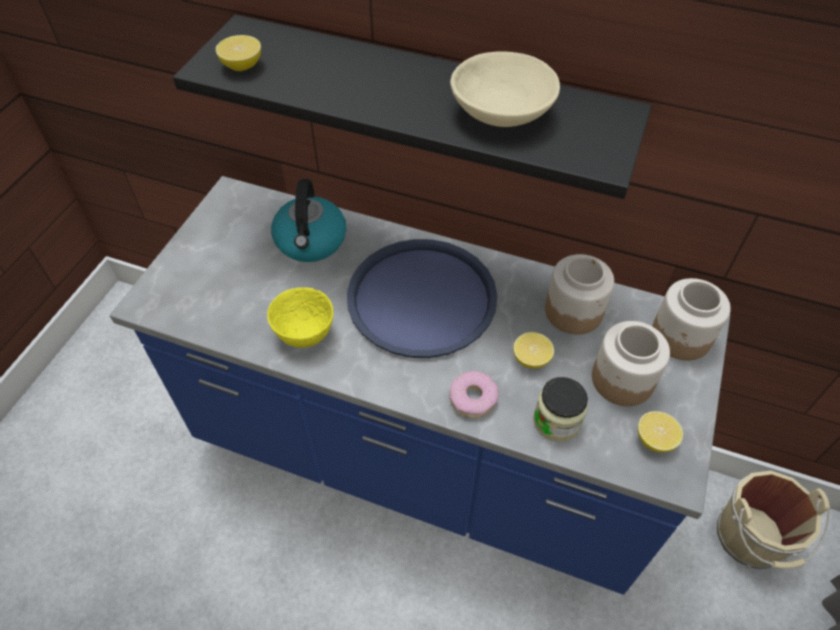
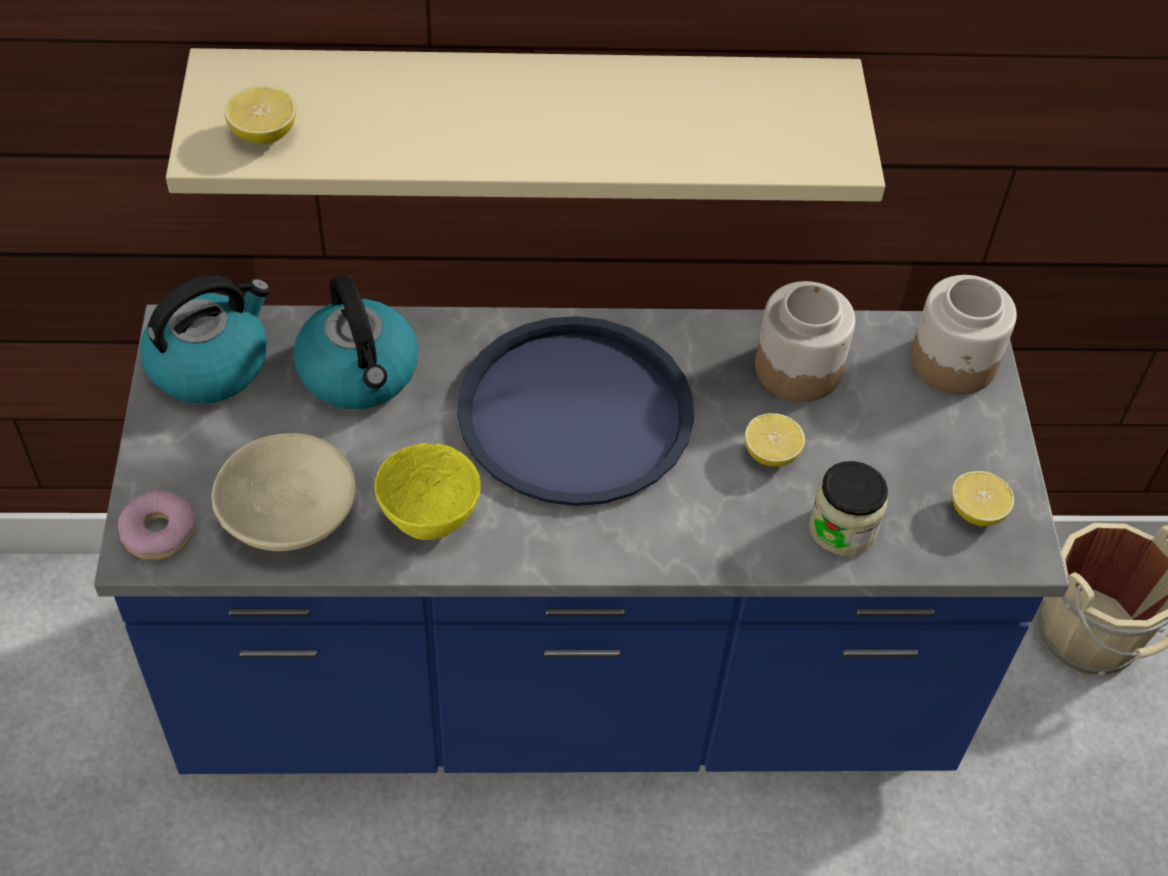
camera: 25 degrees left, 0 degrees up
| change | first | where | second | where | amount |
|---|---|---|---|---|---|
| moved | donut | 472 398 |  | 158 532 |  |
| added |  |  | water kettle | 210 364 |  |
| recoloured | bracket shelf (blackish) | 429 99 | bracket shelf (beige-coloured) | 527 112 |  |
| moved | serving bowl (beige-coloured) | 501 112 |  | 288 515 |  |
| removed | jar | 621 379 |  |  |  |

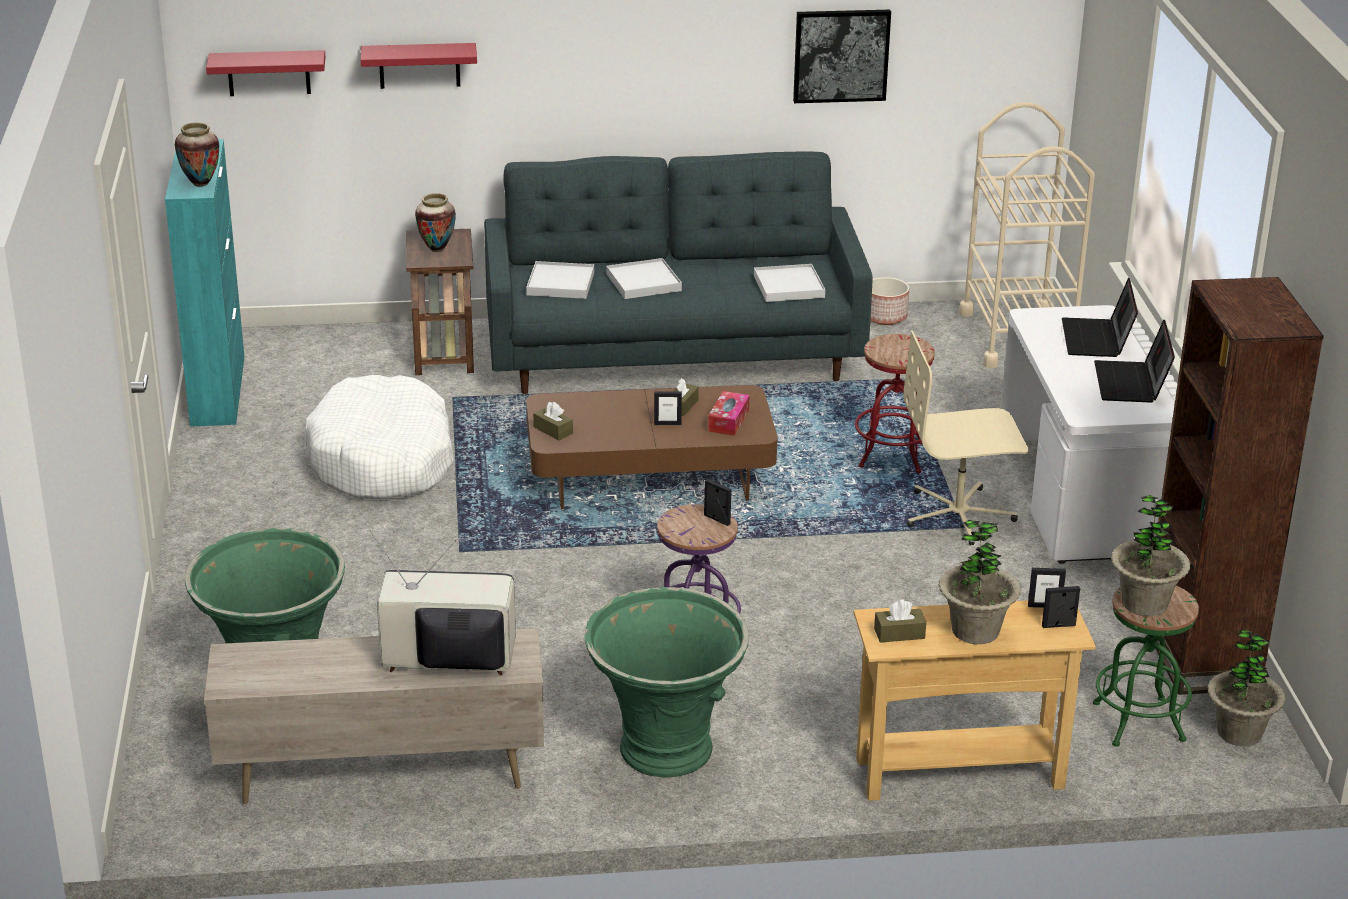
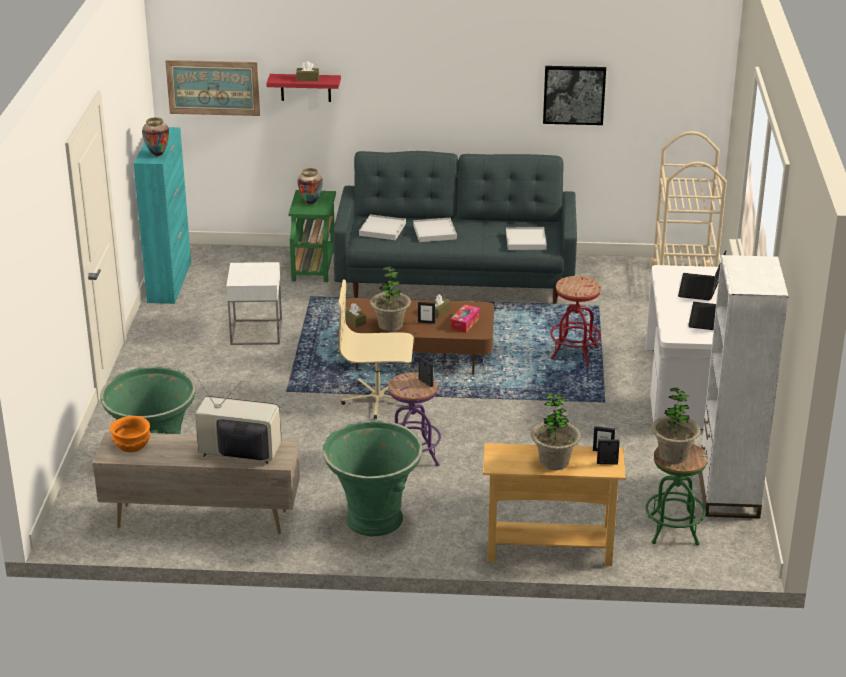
camera: 10 degrees right, 0 degrees up
| change | first | where | second | where | amount |
|---|---|---|---|---|---|
| added |  |  | serving bowl (orange-coloured) | 132 444 |  |
| replaced | bracket shelf (red-coloured) | 268 73 | picture | 213 87 |  |
| replaced | dog bed (white) | 382 460 | side table (white) | 256 332 |  |
| recoloured | side table (brownish) | 443 348 | side table (green) | 314 265 |  |
| moved | box of tissues (brownish) | 899 633 |  | 307 79 |  |
| moved | computer chair (beige-coloured) | 959 515 |  | 378 399 |  |
| moved | potted plant | 1239 733 |  | 390 325 |  |
| recoloured | bookcase (brownish) | 1200 656 | bookcase (white) | 728 494 |  |
| removed | plant pot | 885 316 |  |  |  |

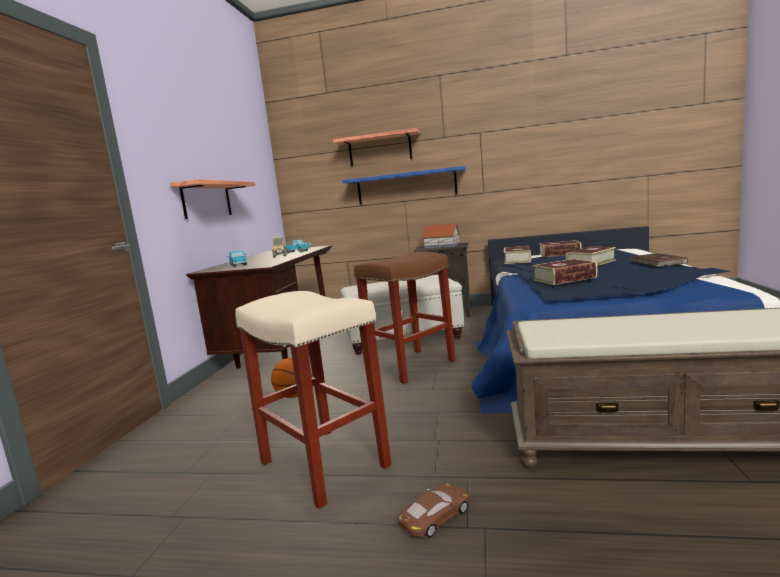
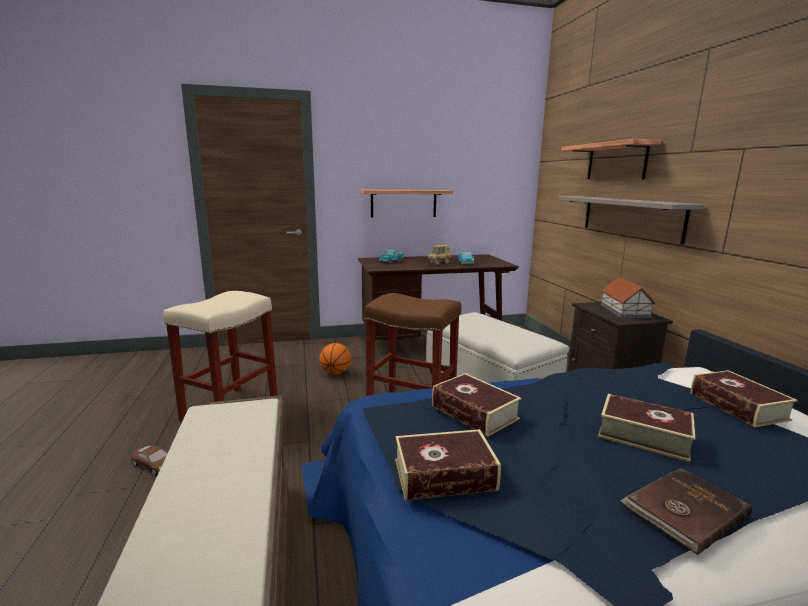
camera: 65 degrees right, 5 degrees up
| change | first | where | second | where | amount |
|---|---|---|---|---|---|
| moved | book | 517 260 |  | 444 475 |  |
| recoloured | bracket shelf (blue-coloured) | 406 186 | bracket shelf (grey) | 630 217 |  |

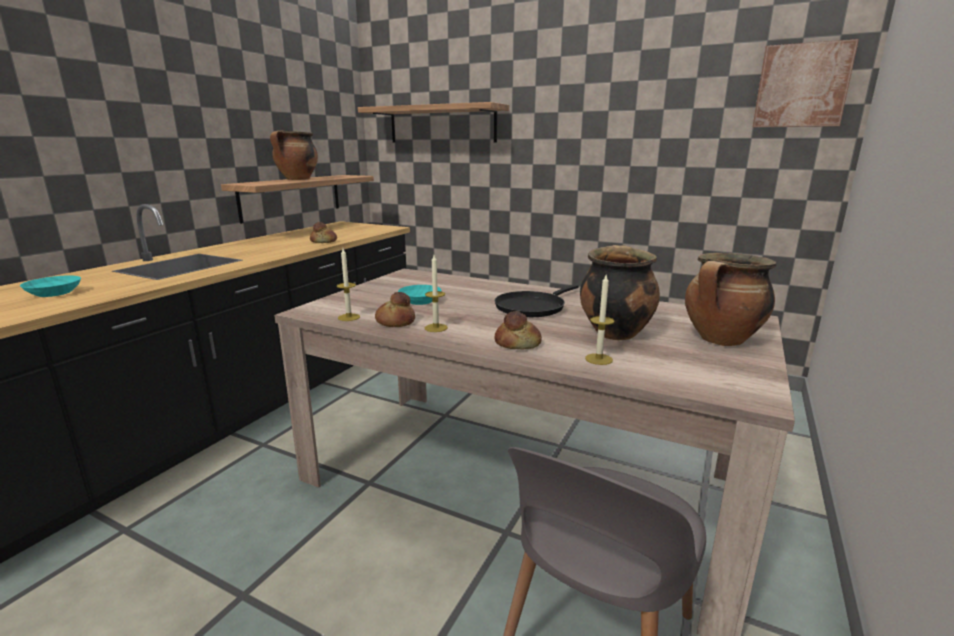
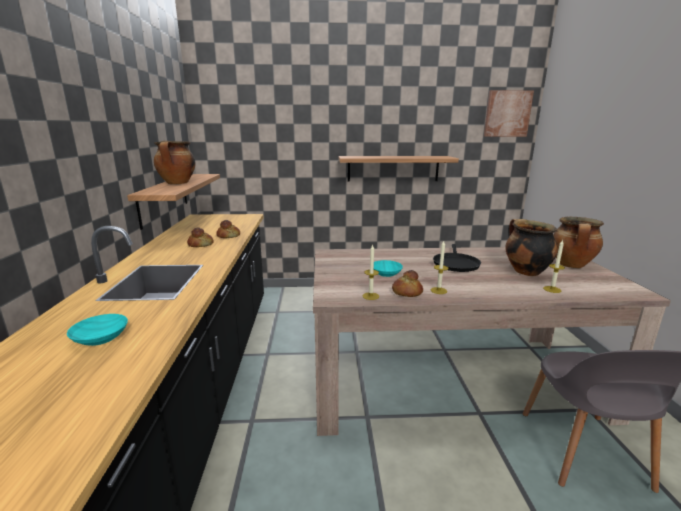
camera: 30 degrees left, 0 degrees up
| change | first | where | second | where | amount |
|---|---|---|---|---|---|
| moved | baked bread | 518 343 |  | 201 244 |  |
| moved | bracket shelf | 442 125 |  | 393 168 |  |

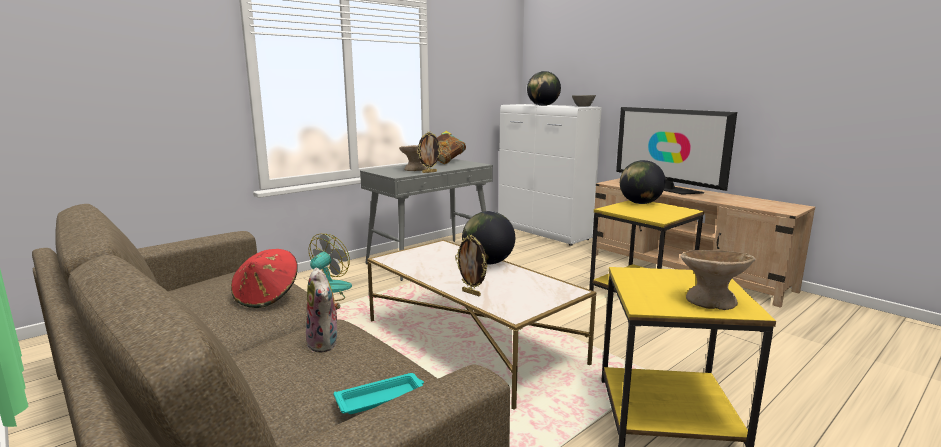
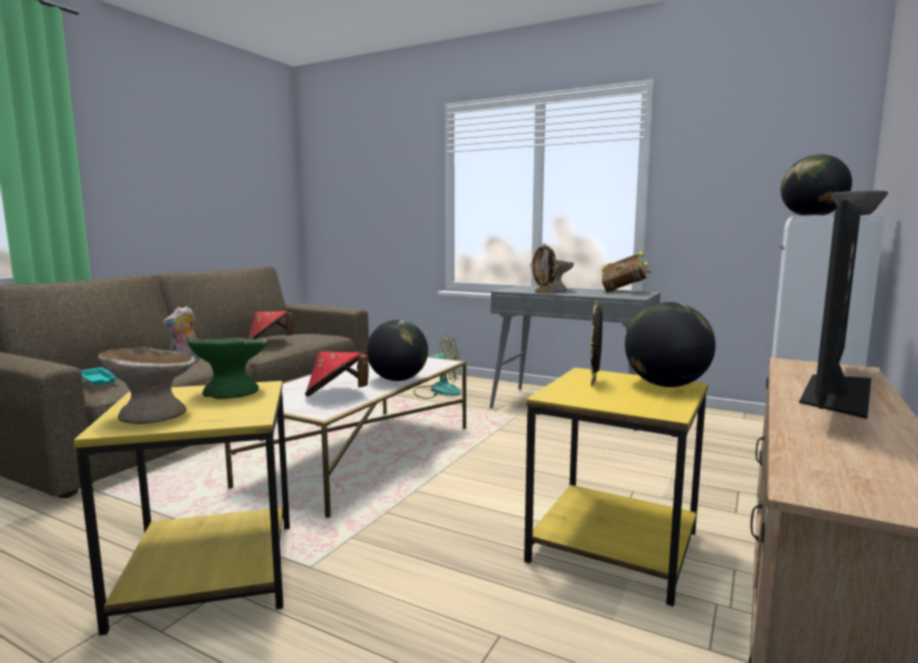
camera: 70 degrees right, 5 degrees down
| change | first | where | second | where | amount |
|---|---|---|---|---|---|
| added |  |  | serving bowl (green) | 231 392 |  |
| added |  |  | wearable hat (red-coloured) | 336 395 |  |
| moved | standing frame | 472 293 |  | 594 382 |  |

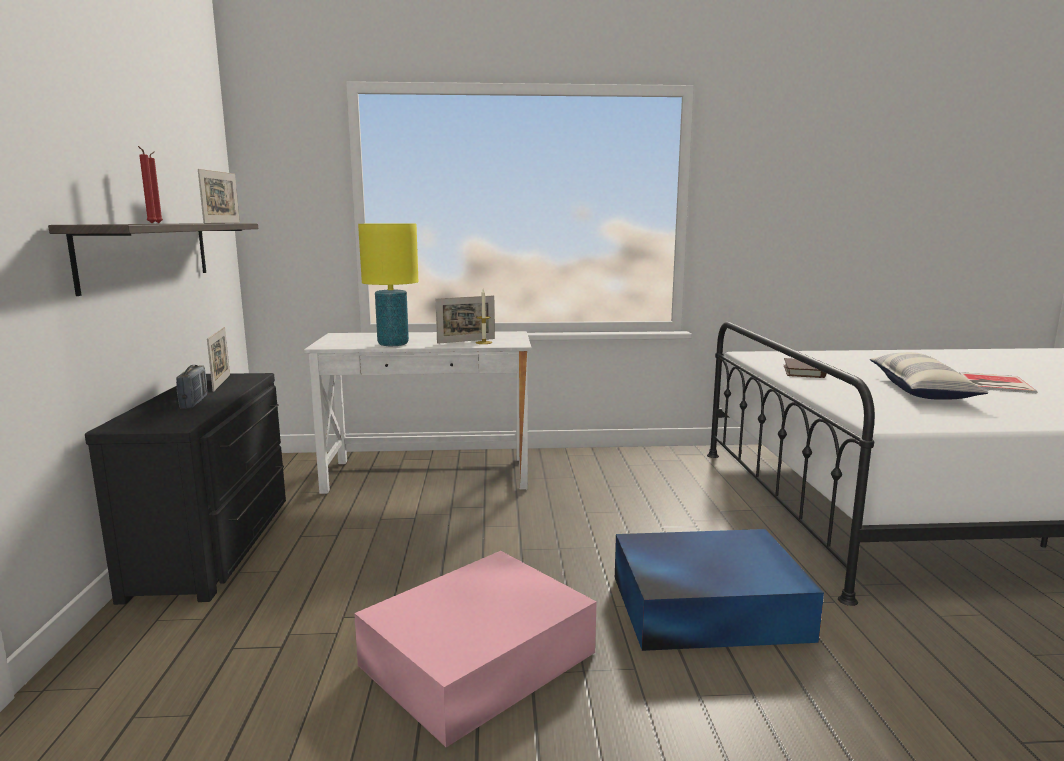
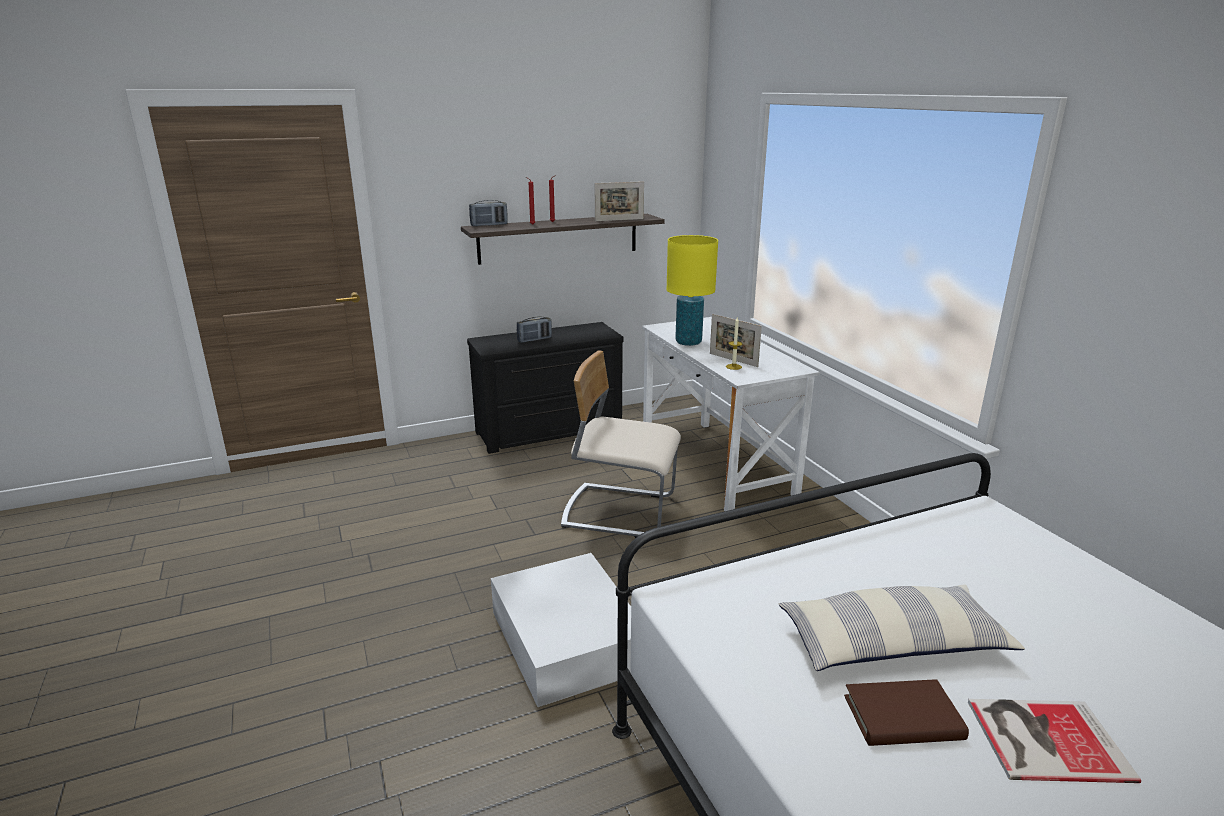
camera: 70 degrees right, 10 degrees up
| change | first | where | second | where | amount |
|---|---|---|---|---|---|
| added |  |  | radio | 489 225 |  |
| recoloured | storage box (blue-coloured) | 704 606 | storage box (white) | 567 638 |  |
| added |  |  | chair (beige-coloured) | 619 511 |  |
| moved | book (brownish) | 803 371 |  | 903 718 |  |
| removed | standing frame | 221 383 |  |  |  |
| removed | storage box (pink-coloured) | 481 658 |  |  |  |

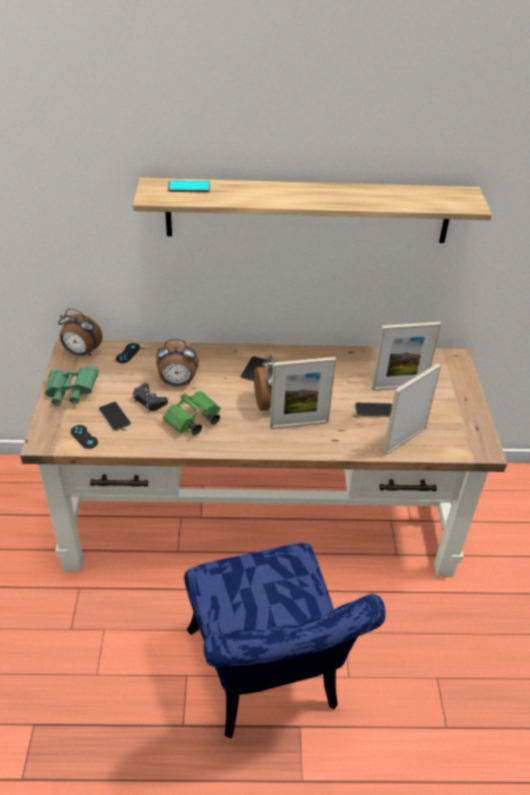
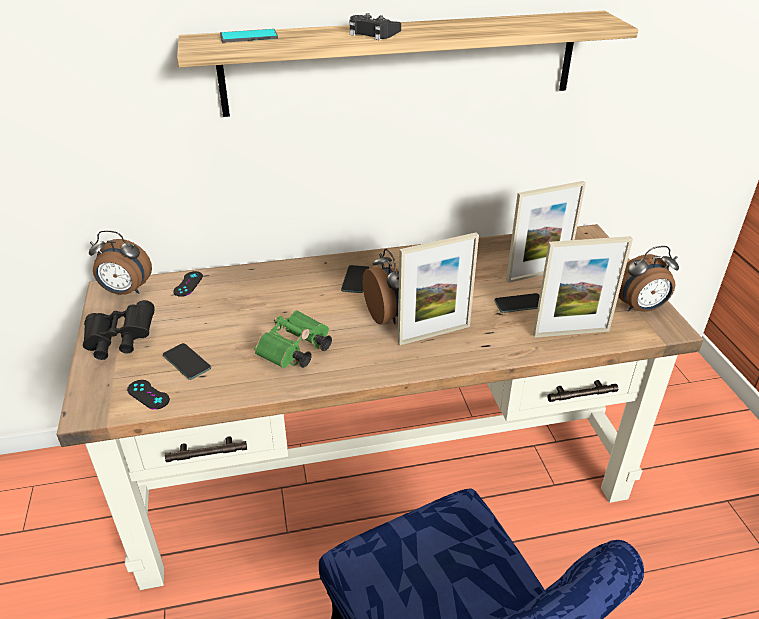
camera: 10 degrees left, 5 degrees down
| change | first | where | second | where | amount |
|---|---|---|---|---|---|
| recoloured | pair of binoculars (green) | 71 393 | pair of binoculars (blackish) | 120 342 |  |
| moved | joypad (blackish) | 149 401 |  | 372 33 |  |
| turned | standing frame | 404 440 |  | 571 332 | 135 degrees counterclockwise |
| moved | bedside clock | 178 383 |  | 640 308 |  |

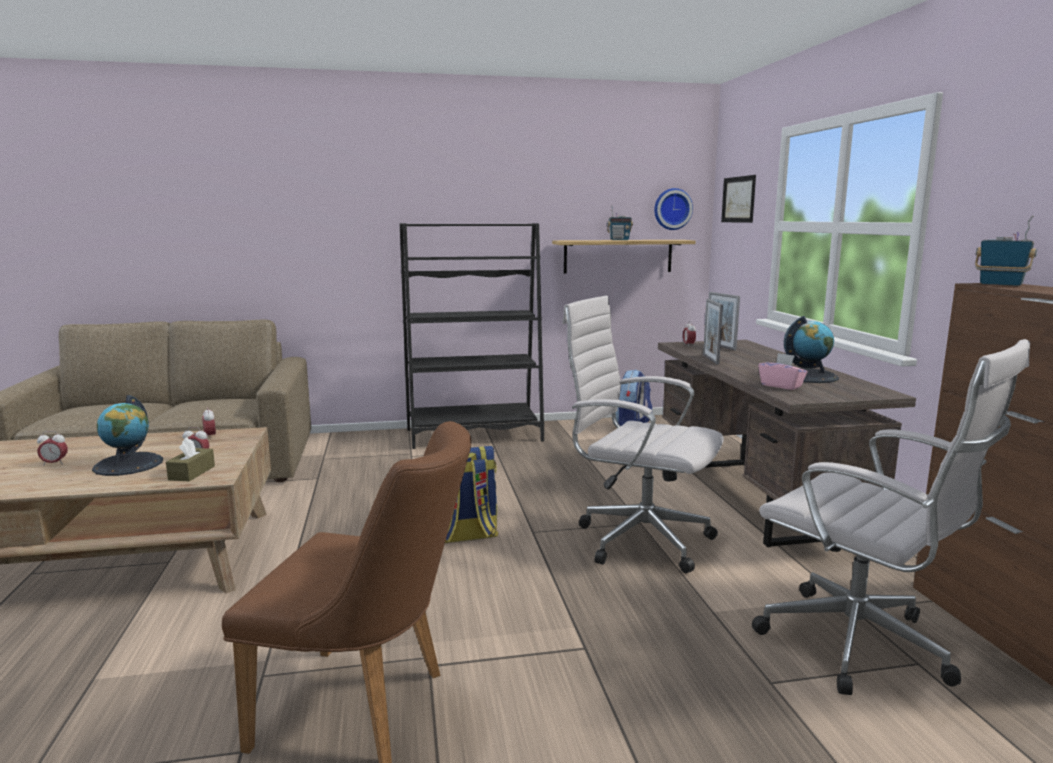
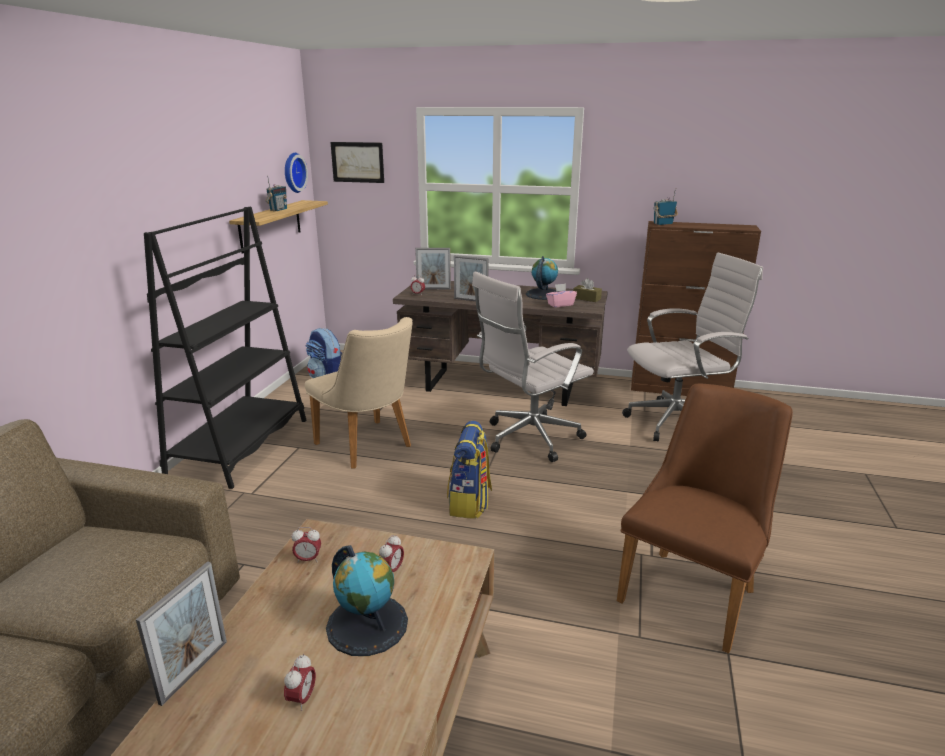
camera: 65 degrees left, 10 degrees up
| change | first | where | second | where | amount |
|---|---|---|---|---|---|
| added |  |  | standing frame | 194 671 |  |
| added |  |  | chair (beige-coloured) | 369 447 |  |
| moved | box of tissues (brownish) | 192 473 |  | 586 298 |  |

